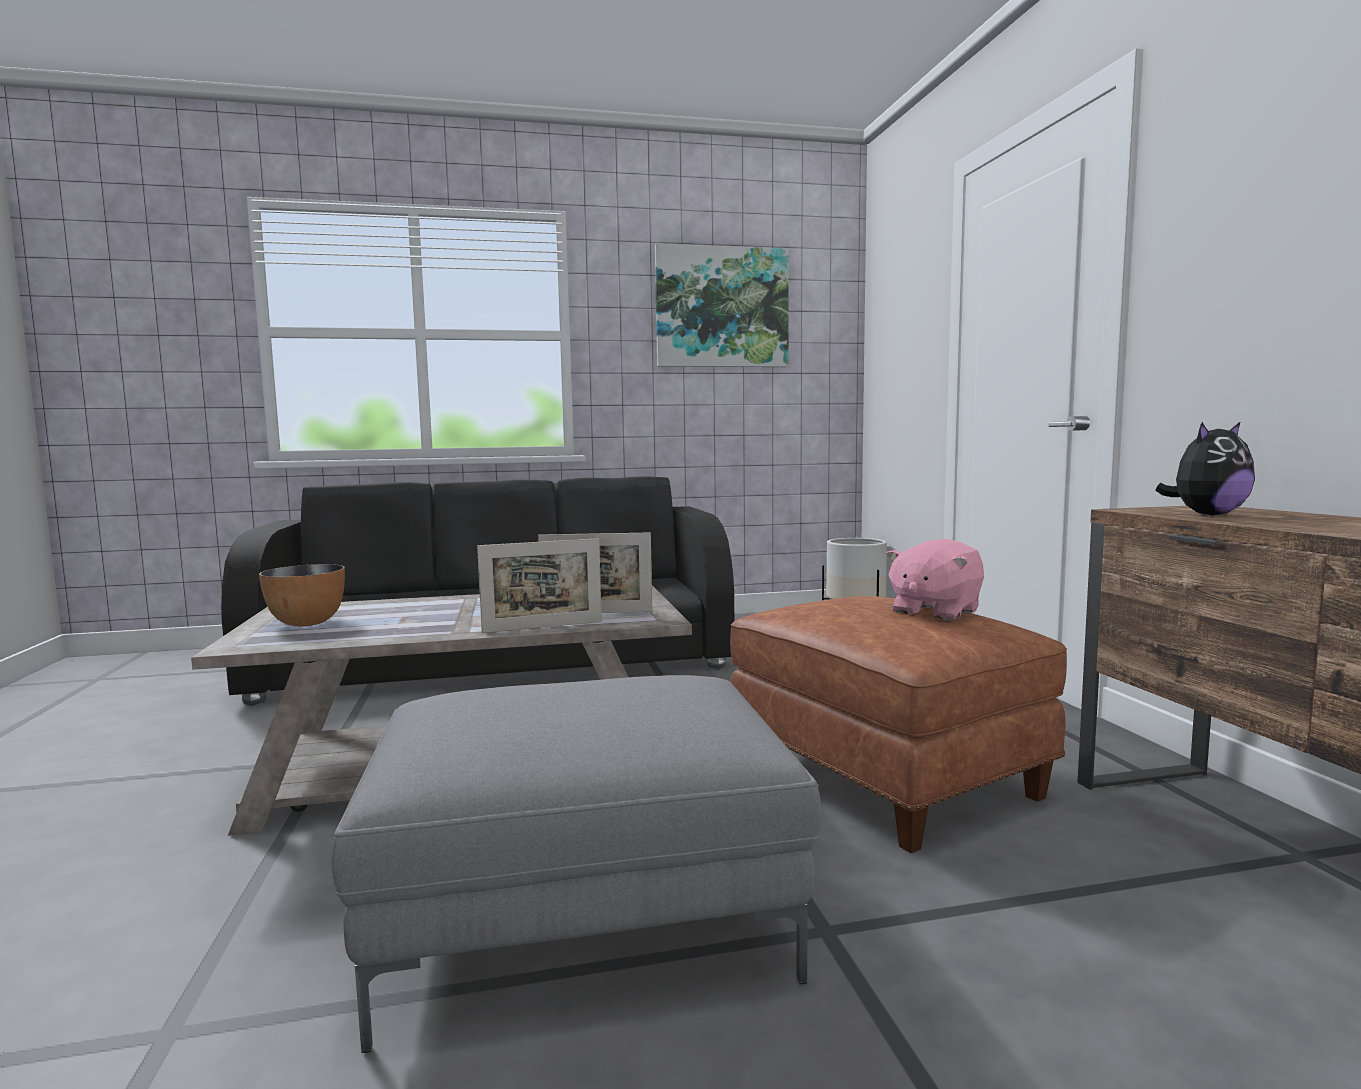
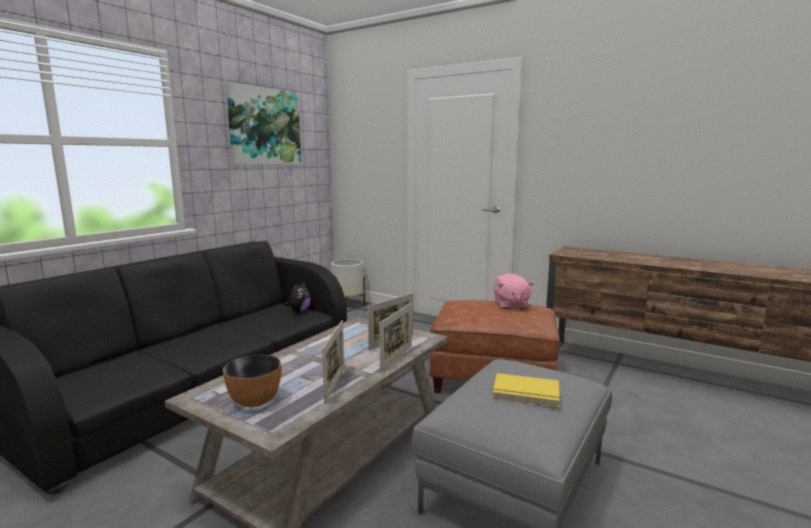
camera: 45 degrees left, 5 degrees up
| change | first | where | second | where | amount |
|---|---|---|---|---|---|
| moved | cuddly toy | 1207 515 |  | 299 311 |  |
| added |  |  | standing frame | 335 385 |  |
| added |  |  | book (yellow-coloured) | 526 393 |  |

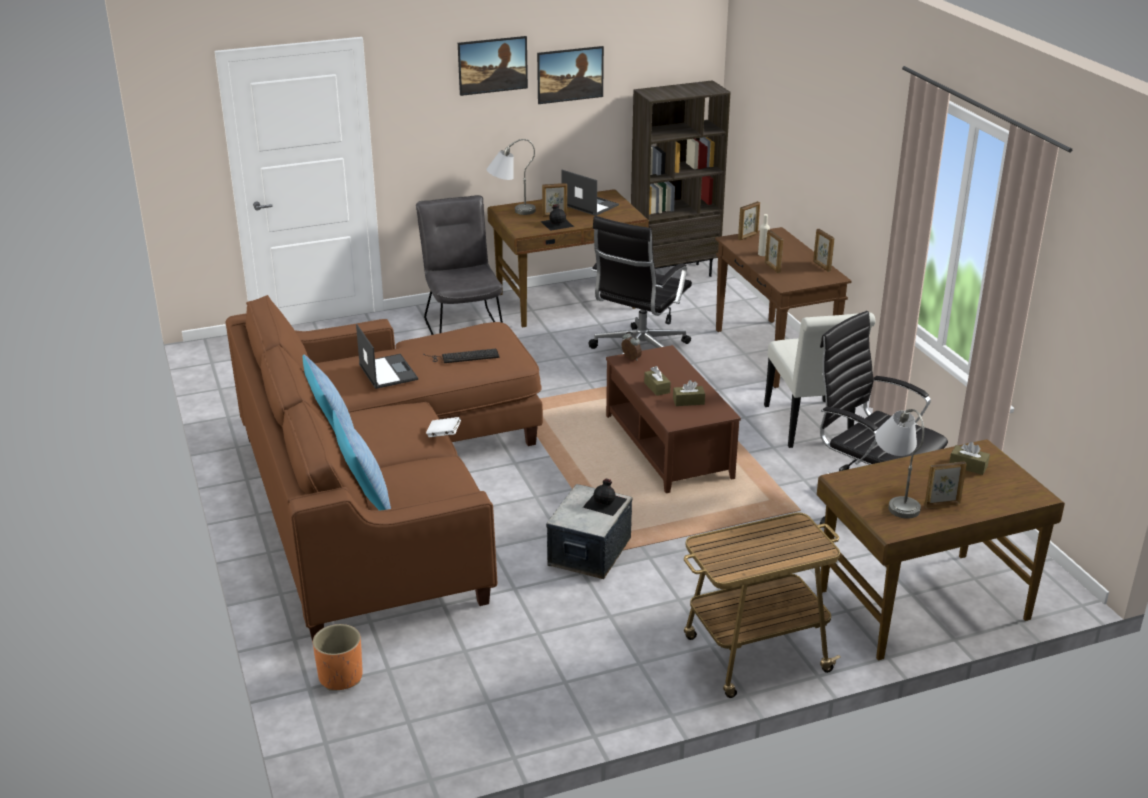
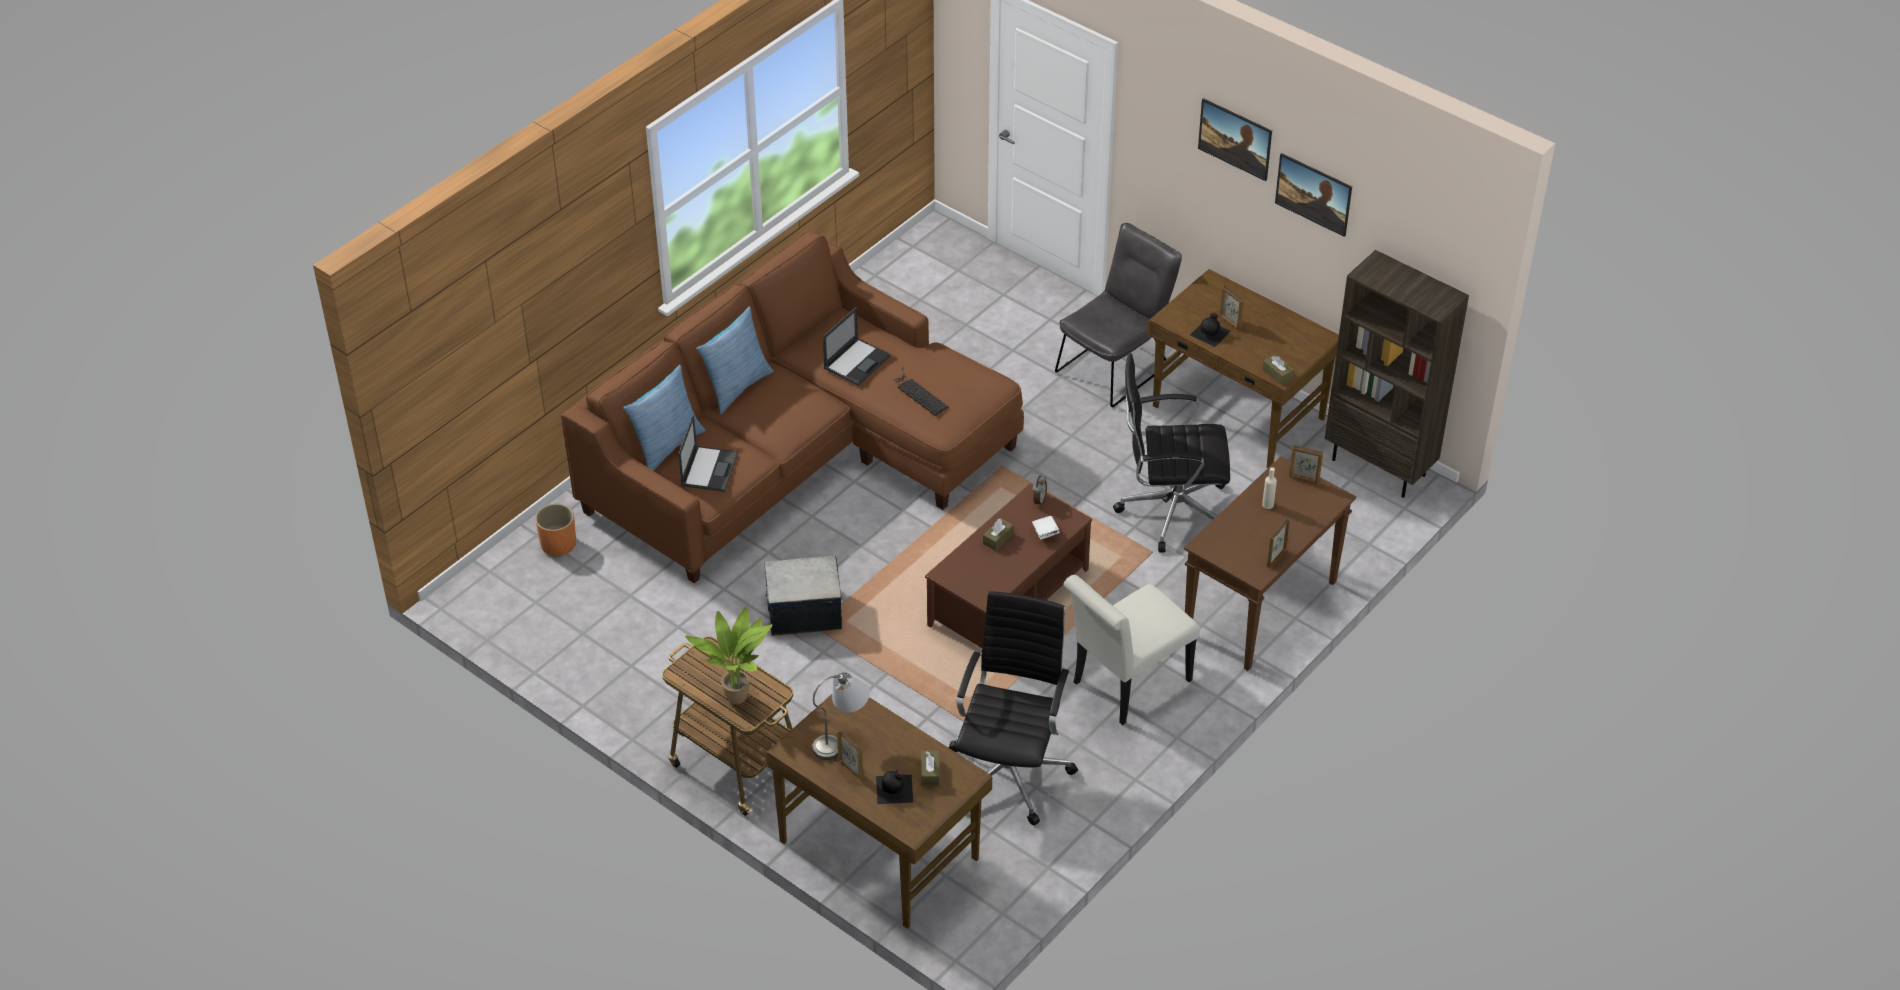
camera: 60 degrees right, 15 degrees up
| change | first | where | second | where | amount |
|---|---|---|---|---|---|
| moved | portable computer | 589 205 |  | 709 469 |  |
| added |  |  | potted plant | 738 695 |  |
| moved | beverage bottle (blackish) | 605 502 |  | 895 789 |  |
| moved | book (white) | 444 434 |  | 1045 533 |  |
| moved | box of tissues (brownish) | 688 401 |  | 1277 374 |  |
| removed | tabletop lamp (grey) | 510 211 |  |  |  |
| removed | standing frame | 772 267 |  |  |  |

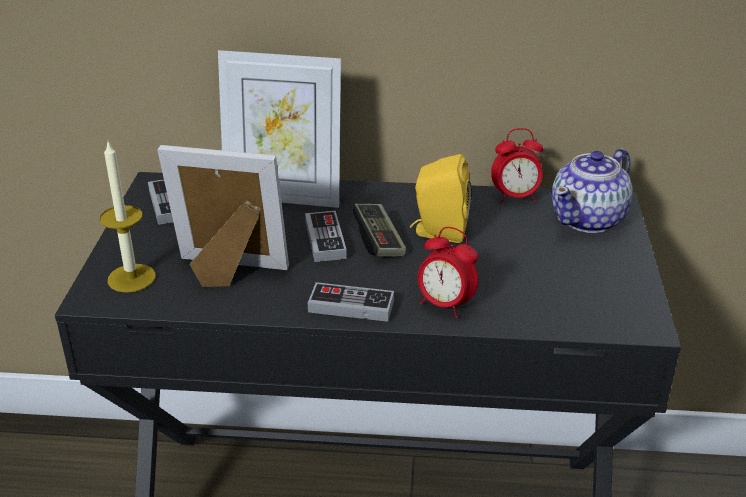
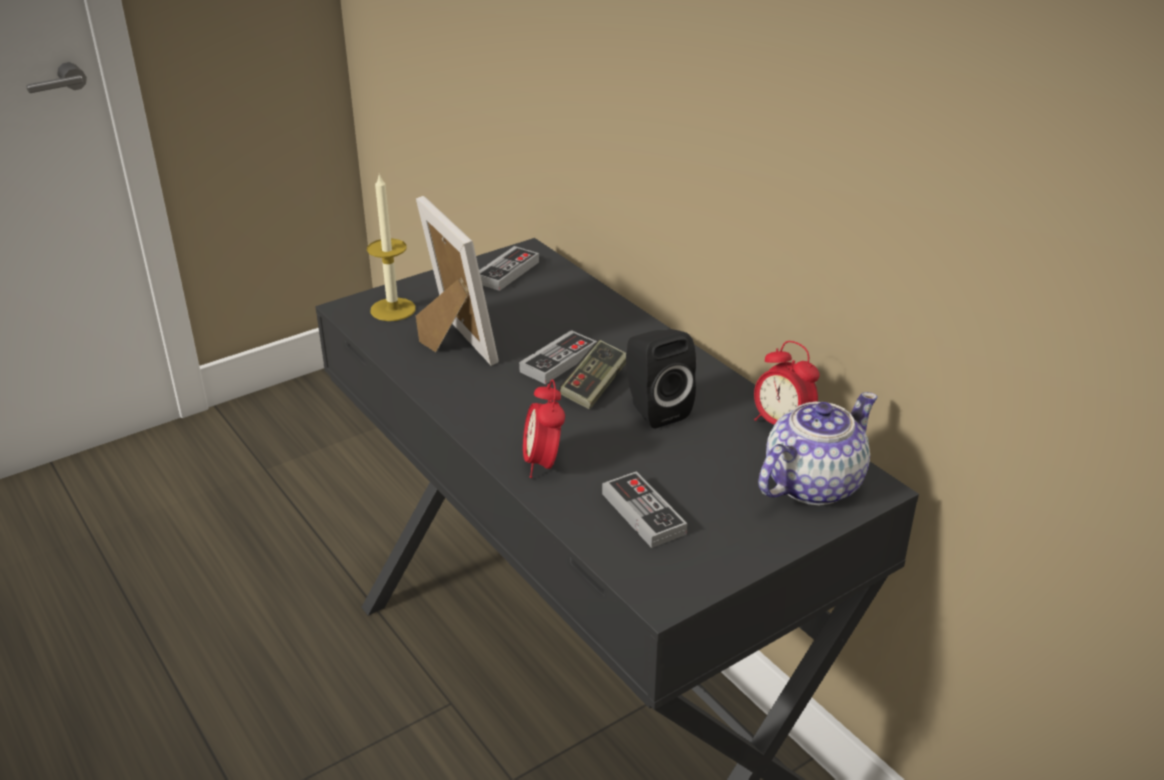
camera: 50 degrees right, 0 degrees up
| change | first | where | second | where | amount |
|---|---|---|---|---|---|
| moved | joypad | 351 306 |  | 643 513 |  |
| recoloured | audio speaker (yellow-coloured) | 438 232 | audio speaker (blackish) | 654 409 |  |
| turned | tea pot | 589 219 |  | 811 484 | 135 degrees clockwise |
| removed | standing frame | 283 196 |  |  |  |

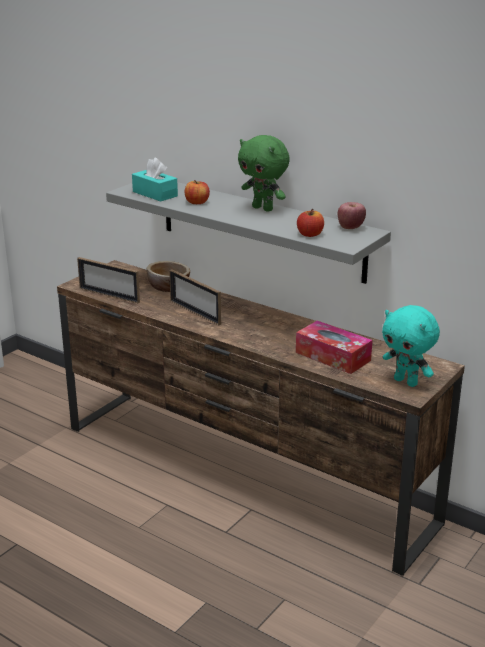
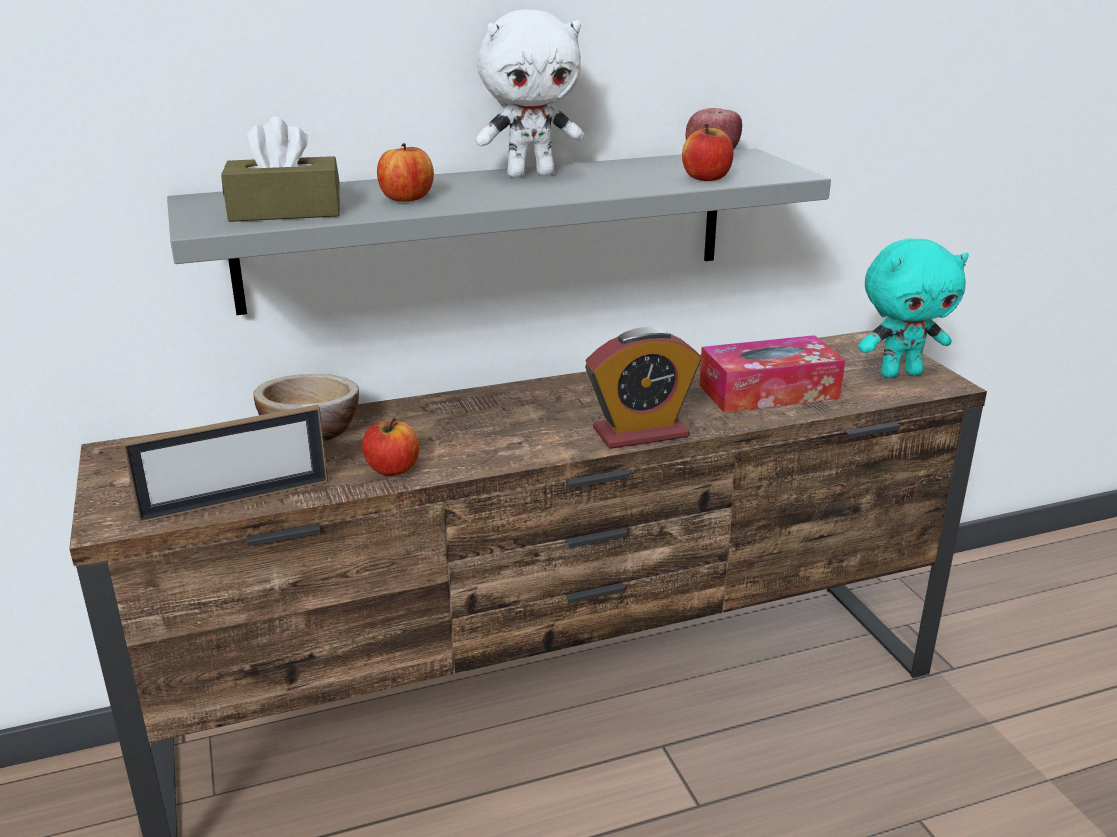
camera: 55 degrees left, 0 degrees up
| change | first | where | second | where | amount |
|---|---|---|---|---|---|
| recoloured | box of tissues (blue-green) | 155 194 | box of tissues (brownish) | 285 211 |  |
| added |  |  | apple | 392 469 |  |
| recoloured | cuddly toy (green) | 263 208 | cuddly toy (white) | 531 174 |  |
| added |  |  | bedside clock | 640 433 |  |
| removed | standing frame | 195 312 |  |  |  |

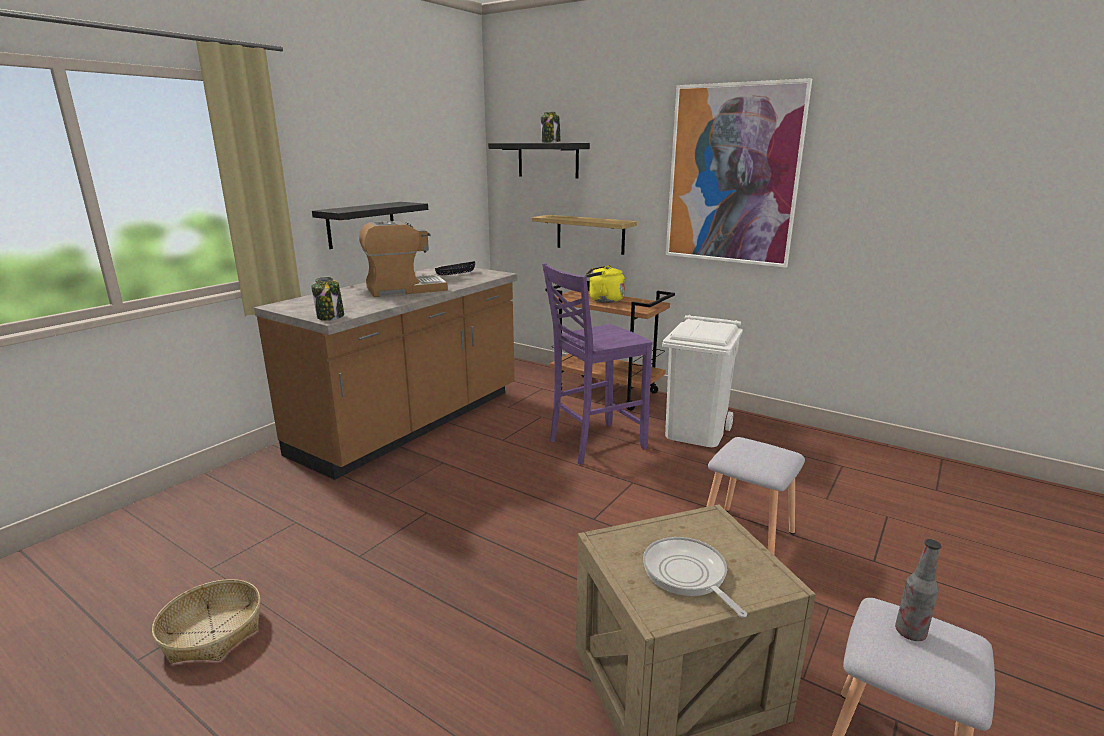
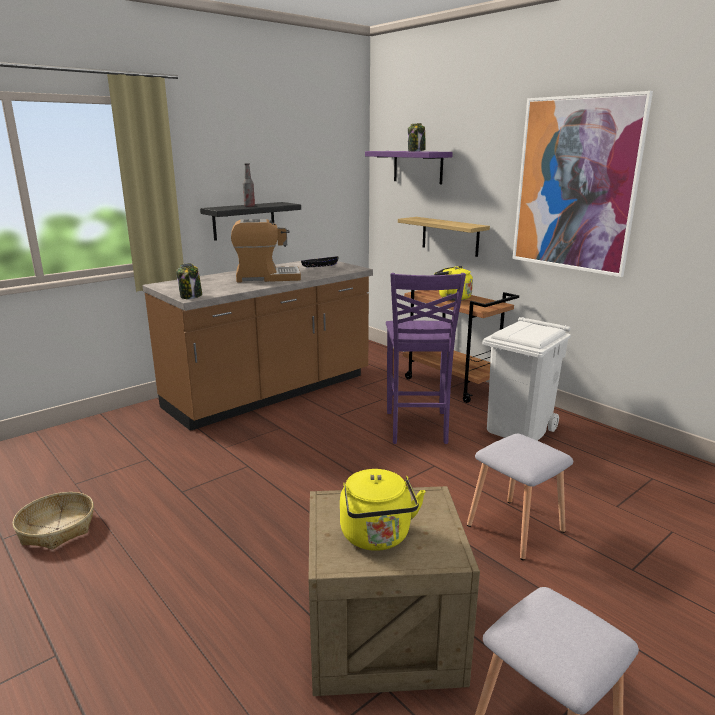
camera: 15 degrees right, 0 degrees up
| change | first | where | second | where | amount |
|---|---|---|---|---|---|
| moved | beverage bottle | 910 633 |  | 249 206 |  |
| replaced | skillet | 687 575 | water kettle (yellow-coloured) | 377 537 |  |
| recoloured | bracket shelf (blackish) | 548 160 | bracket shelf (purple) | 418 167 |  |
| turned | chair (purple) | 594 444 |  | 417 428 | 75 degrees counterclockwise |

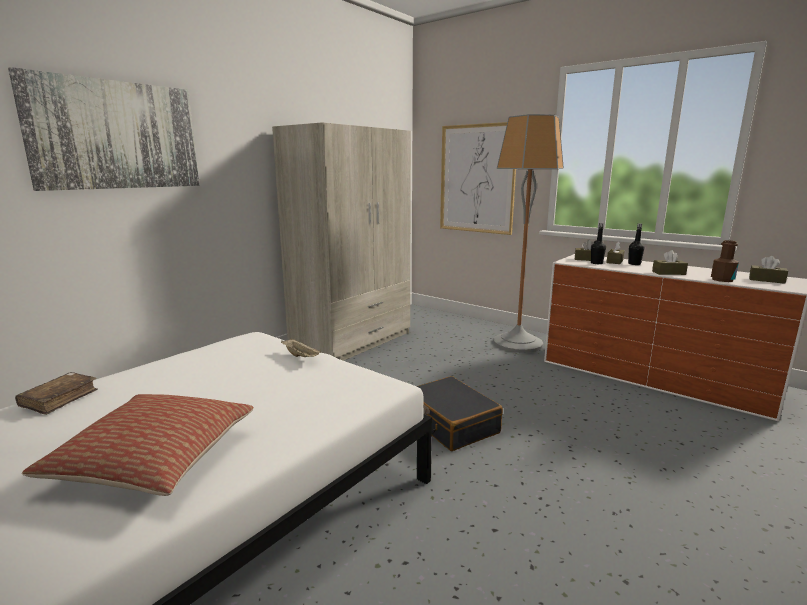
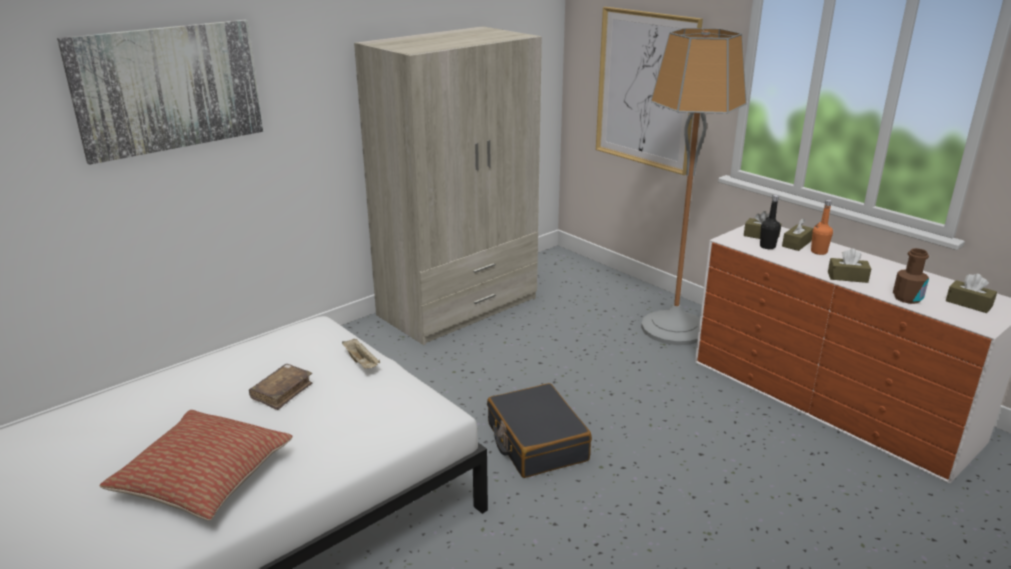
camera: 10 degrees right, 10 degrees up
| change | first | where | second | where | amount |
|---|---|---|---|---|---|
| moved | book (brownish) | 59 399 |  | 282 392 |  |
| recoloured | beverage bottle (blackish) | 634 264 | beverage bottle (orange-coloured) | 818 252 |  |

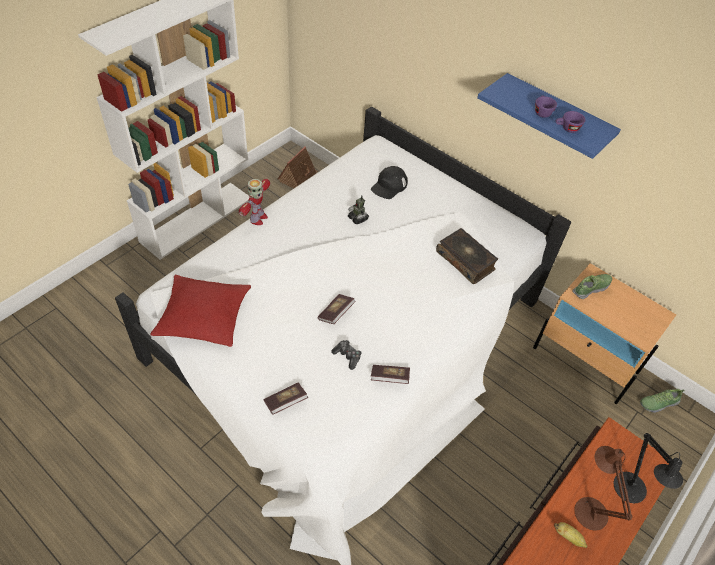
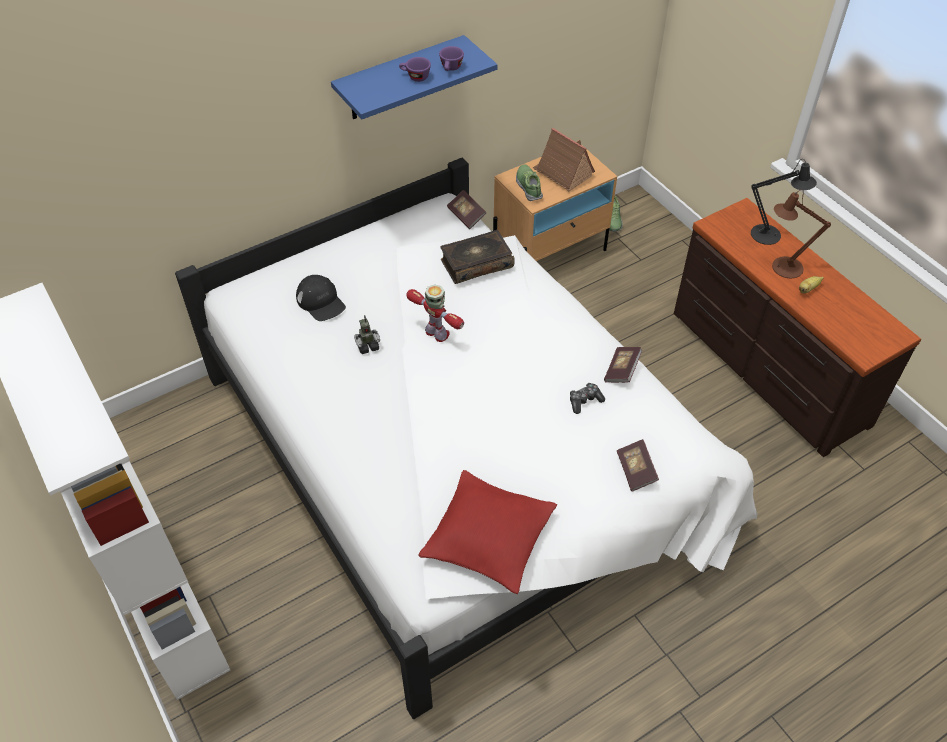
camera: 70 degrees left, 0 degrees up
| change | first | where | second | where | amount |
|---|---|---|---|---|---|
| moved | model robot | 258 218 |  | 437 334 |  |
| moved | book | 336 313 |  | 466 216 |  |
| moved | toy house | 298 177 |  | 563 173 |  |

